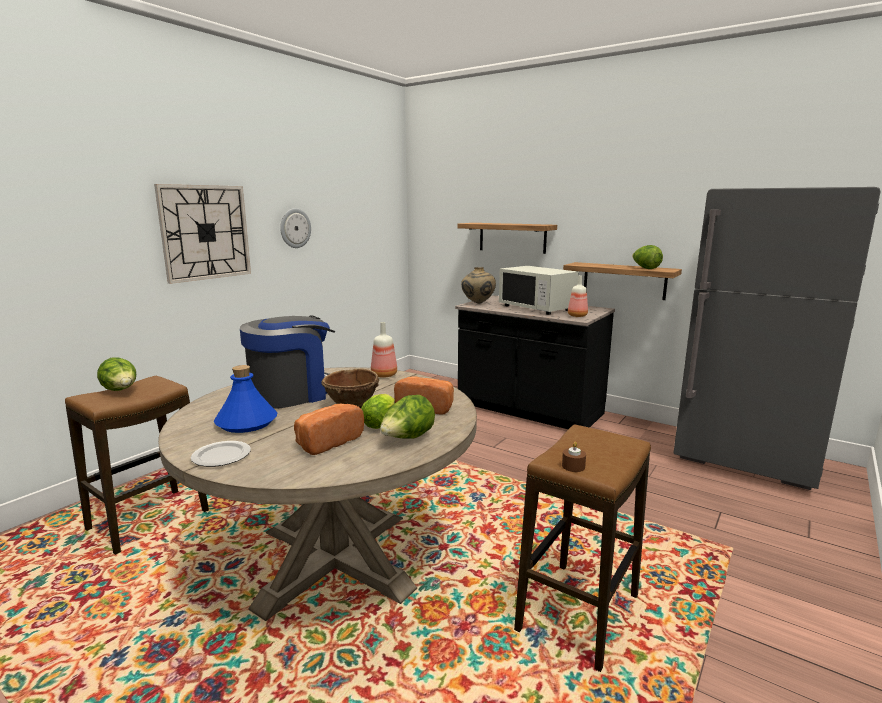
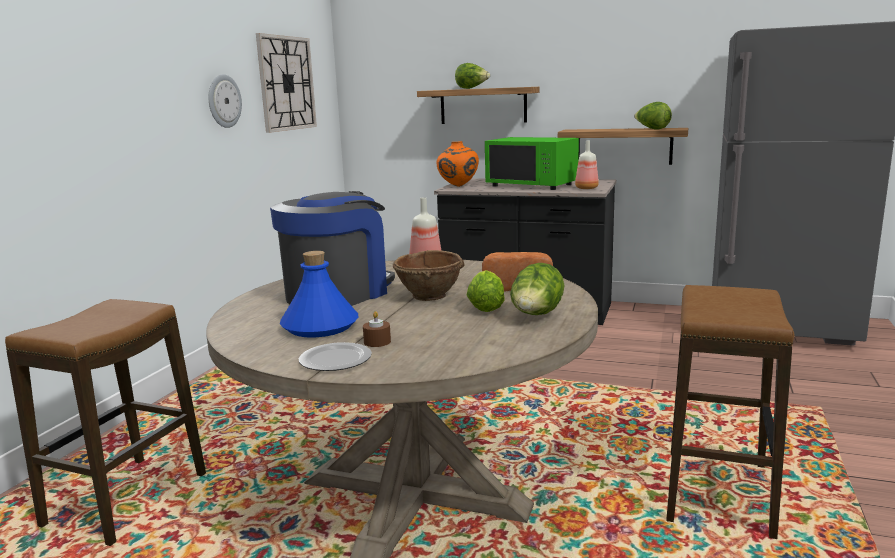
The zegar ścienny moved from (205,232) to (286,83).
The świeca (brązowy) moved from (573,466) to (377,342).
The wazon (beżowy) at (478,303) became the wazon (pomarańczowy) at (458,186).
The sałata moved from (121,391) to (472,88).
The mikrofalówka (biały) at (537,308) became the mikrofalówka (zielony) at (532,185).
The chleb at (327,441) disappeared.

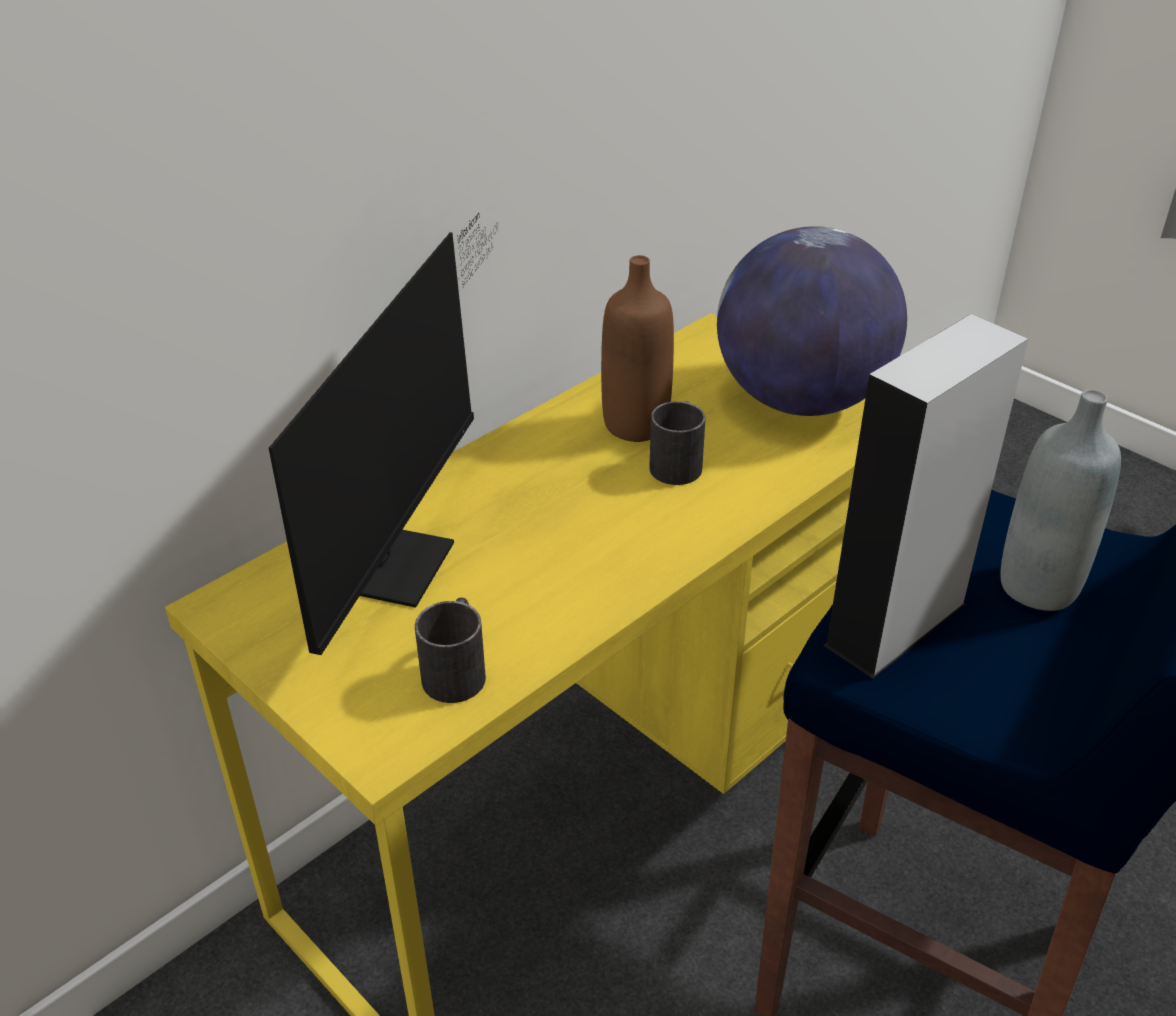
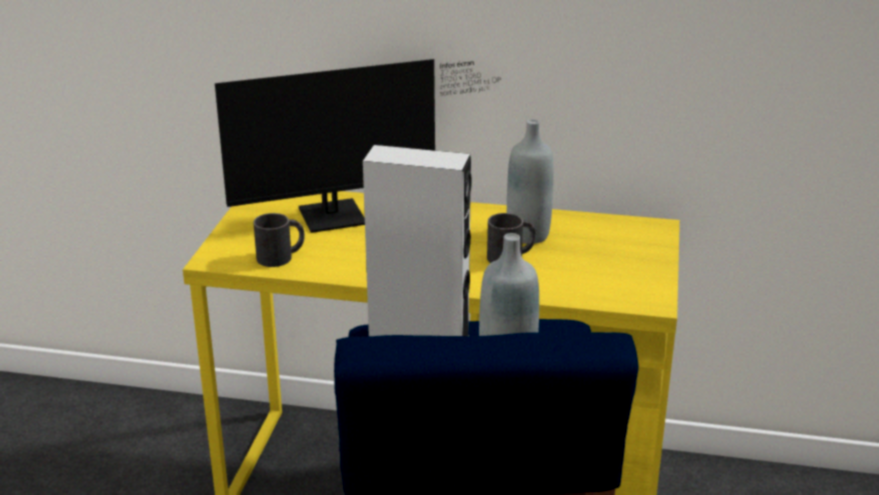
The butelka (brązowy) at (635,425) became the butelka (szary) at (528,235).
The globus at (801,400) disappeared.

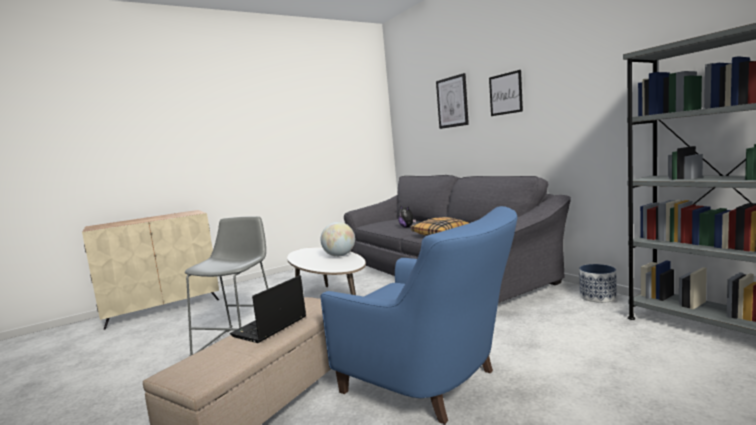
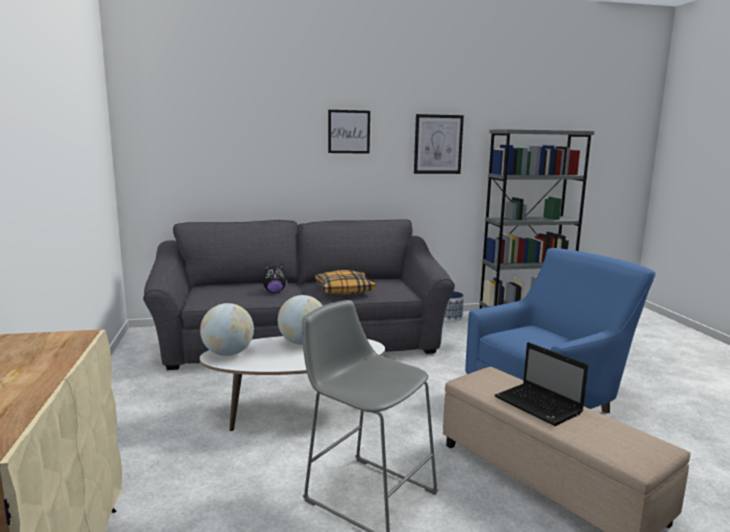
The globus at (228,353) appeared.
The obraz moved from (452,102) to (438,144).

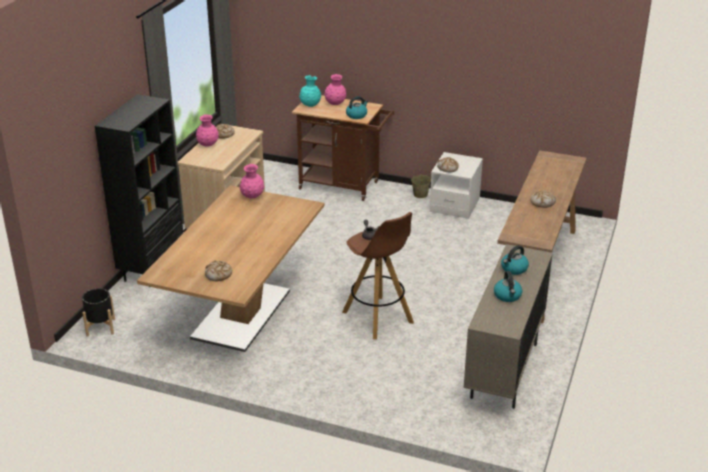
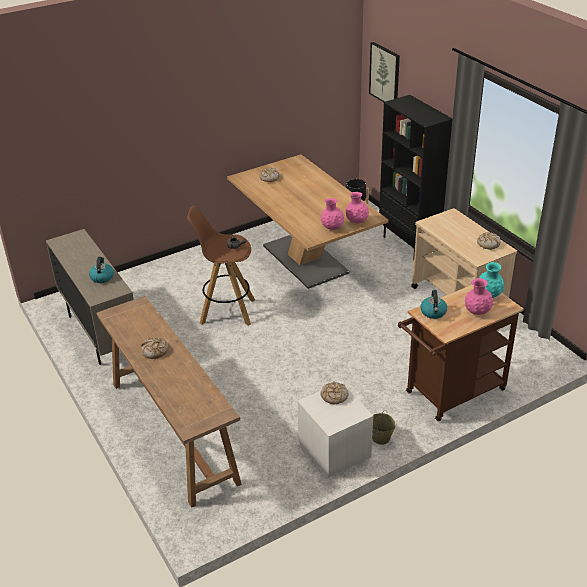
The wazon (różowy) moved from (208,145) to (332,228).
The obraz at (385,74) appeared.
The czajnik at (507,296) disappeared.

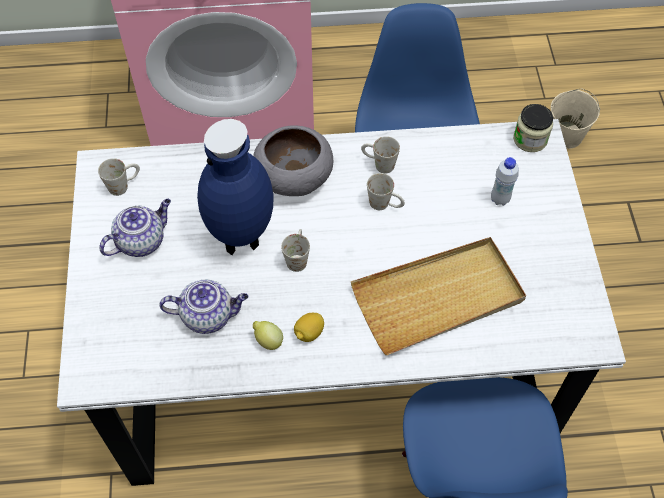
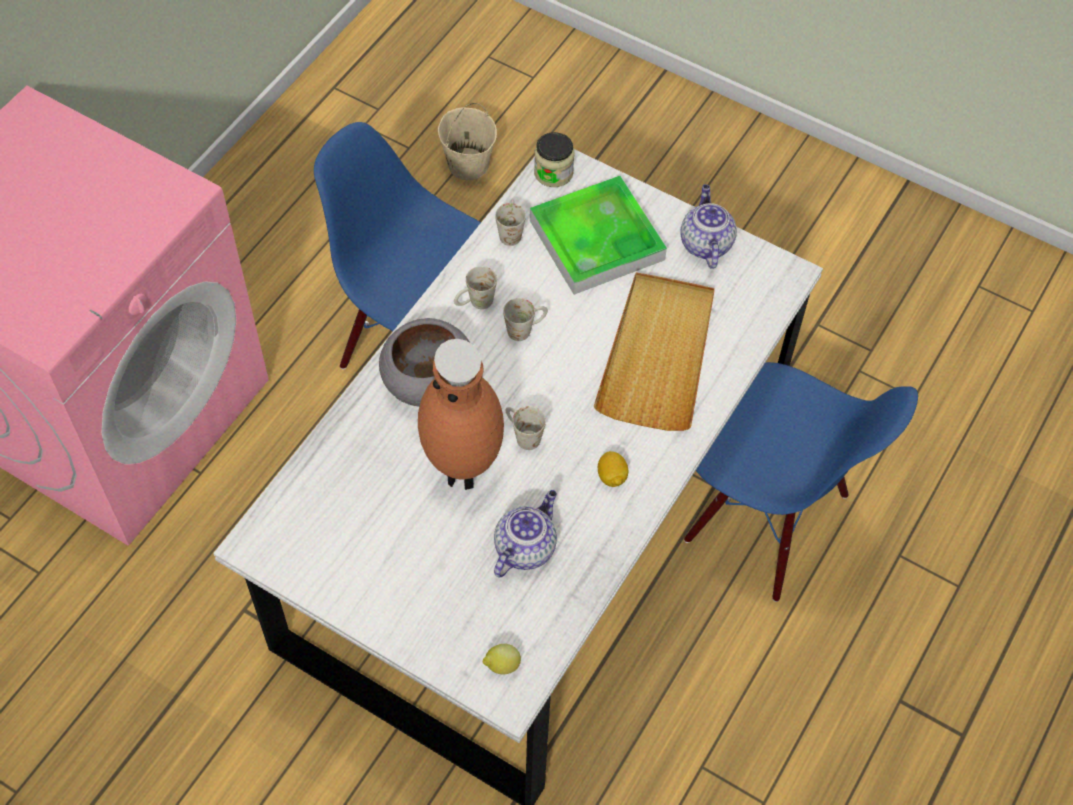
The wazon (niebieski) at (243,240) became the wazon (brązowy) at (464,468).
The cytryna moved from (268,341) to (501,666).
The kubek (biały) moved from (124,185) to (510,231).
The butelka (biały) at (499,199) was replaced by the taca at (596,240).
The imbryk moved from (141,240) to (705,243).

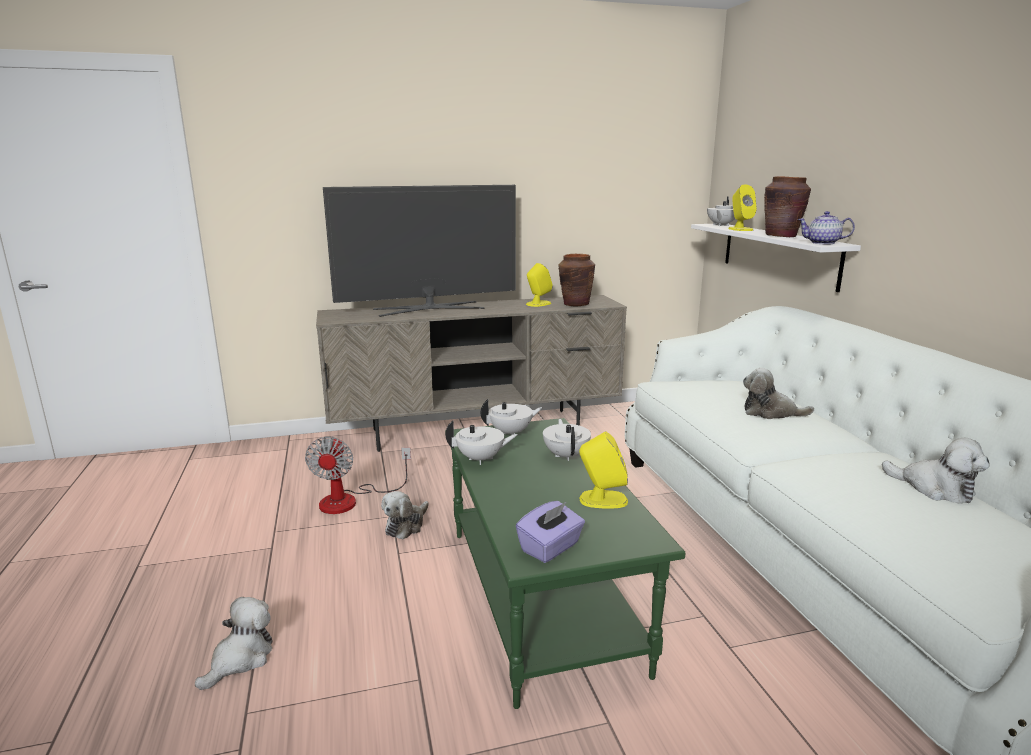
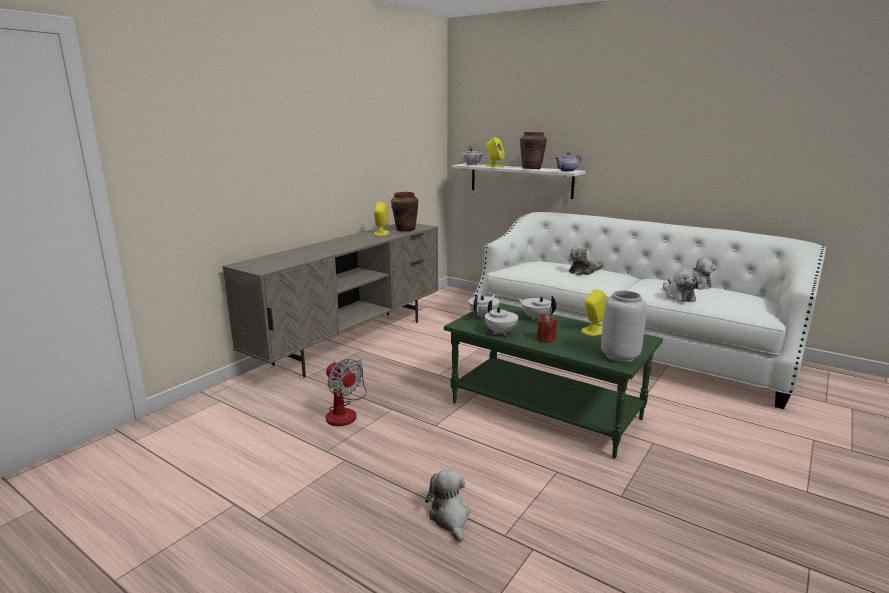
The imbryk (biały) at (481,459) turned 105 degrees clockwise.
The świeca (czerwony) at (545,339) appeared.
The pudełko chusteczek (fioletowy) at (550,548) was replaced by the wazon (szary) at (619,356).
The pluszak moved from (406,525) to (678,296).
The telewizor at (429,308) disappeared.

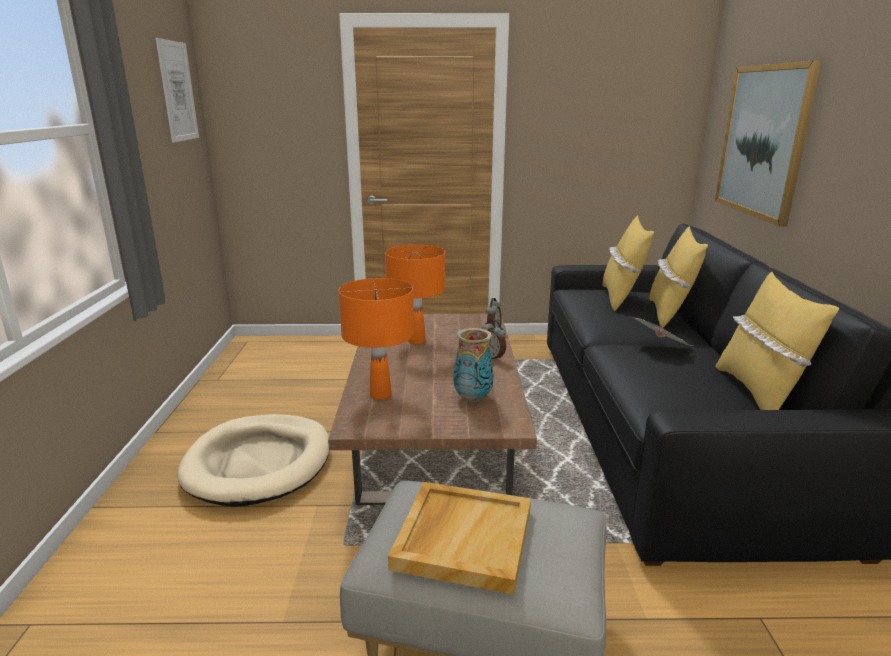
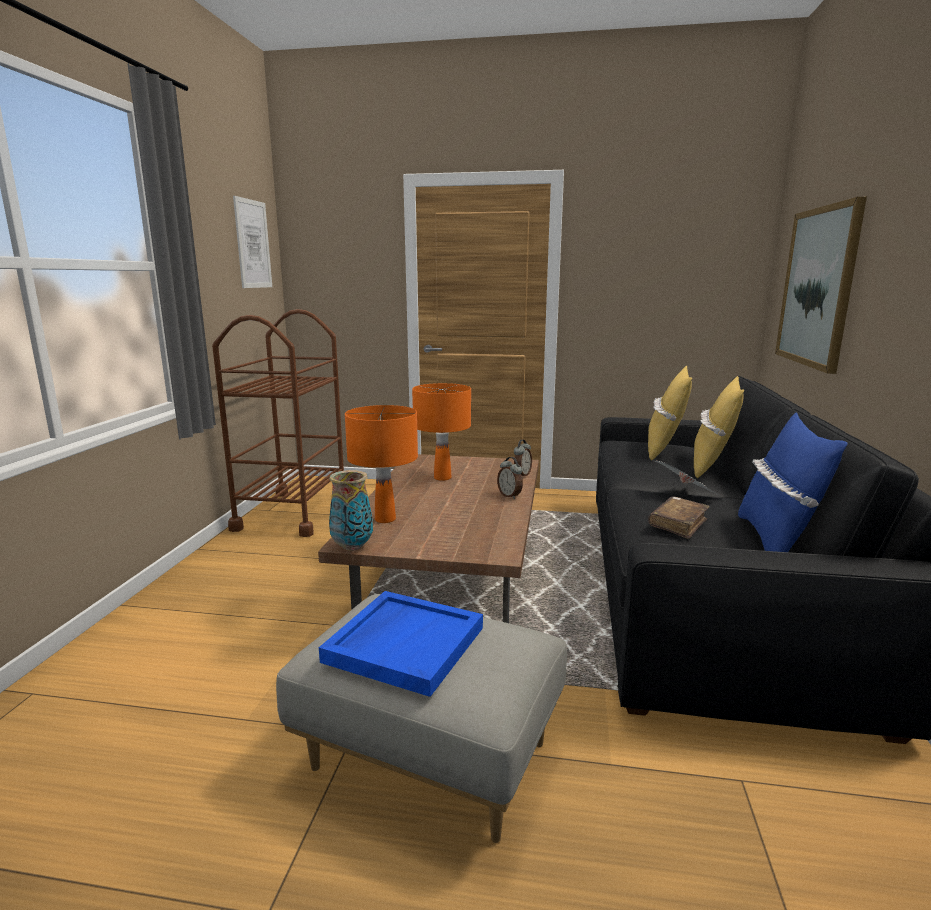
The wózek (brązowy) at (293,513) appeared.
The taca (beżowy) at (463,537) became the taca (niebieski) at (404,643).
The wazon moved from (473,398) to (352,547).
The książka (brązowy) at (678,524) appeared.
The poduszka (żółty) at (758,392) became the poduszka (niebieski) at (776,540).
The legowisko (beżowy) at (259,463) disappeared.

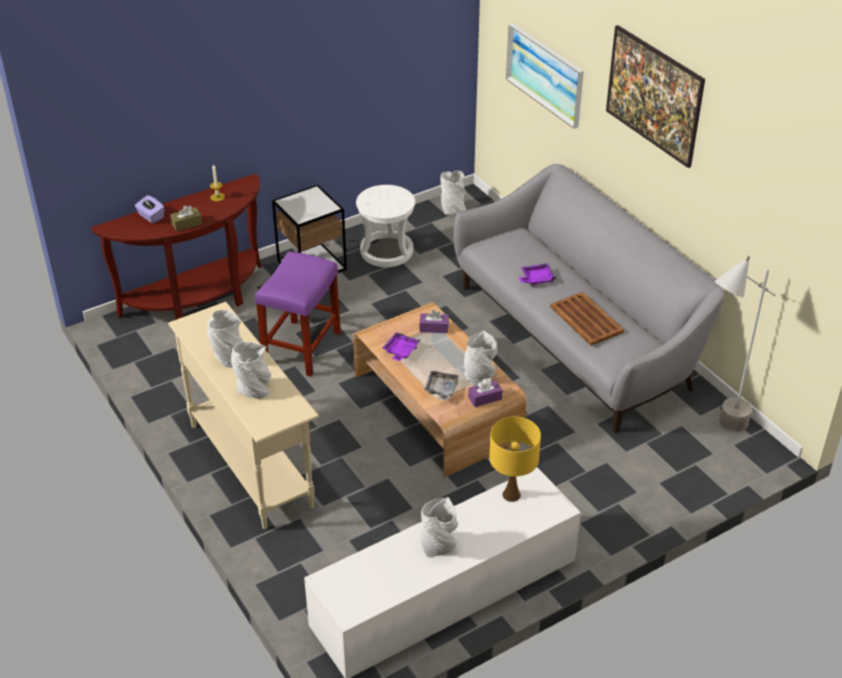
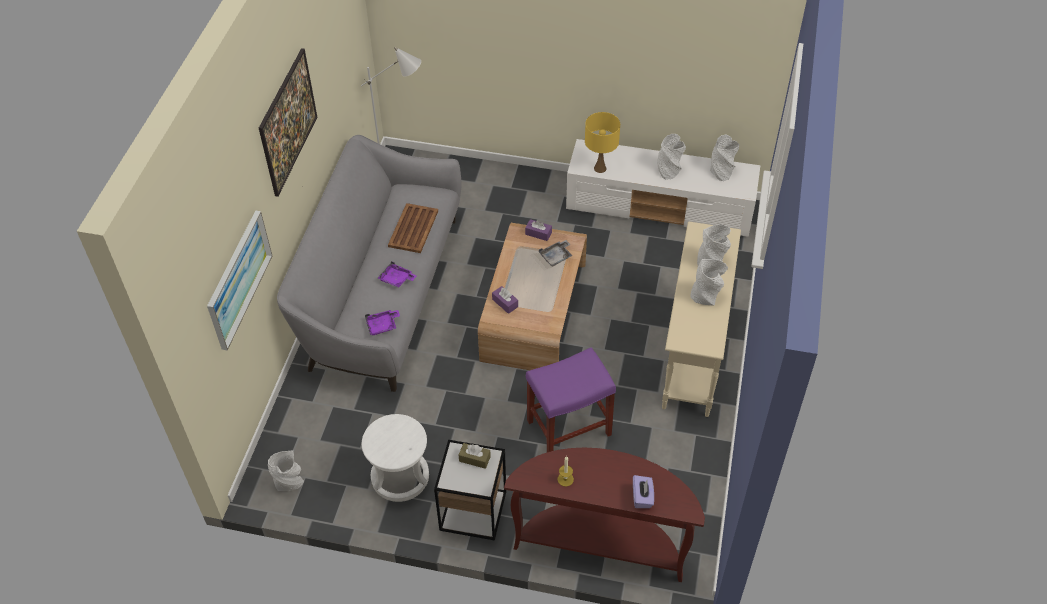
The taca (fioletowy) moved from (400,351) to (382,325).
The pudełko chusteczek (brązowy) moved from (187,224) to (474,459).
The wazon (szary) moved from (480,376) to (721,171).

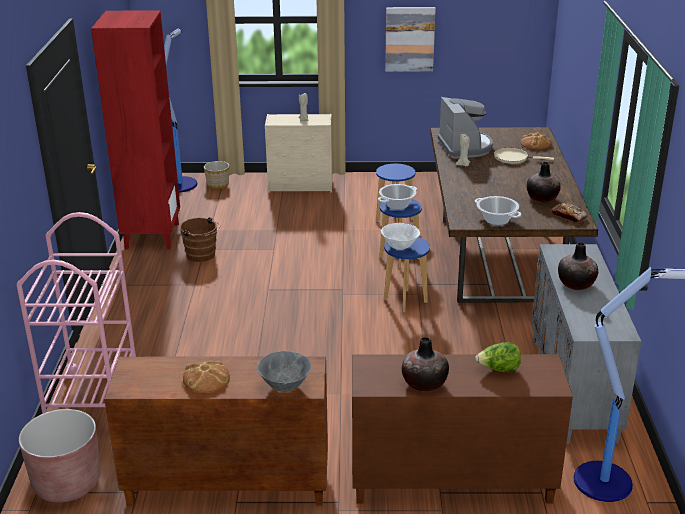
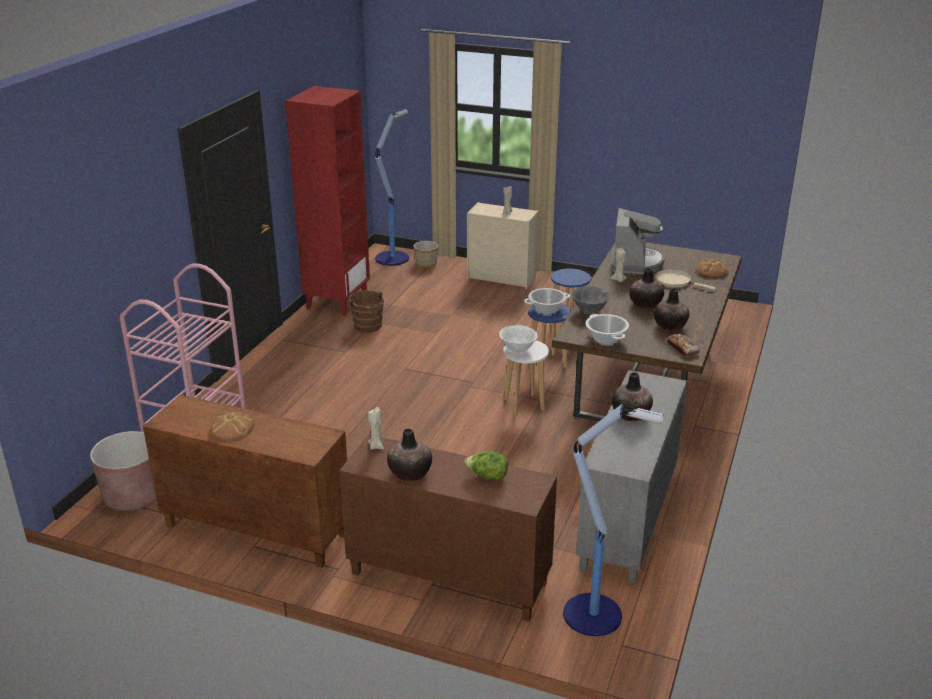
The świeca (beżowy) at (376,446) appeared.
The stołek (niebieski) at (405,301) became the stołek (biały) at (524,405).
The miska (szary) moved from (285,387) to (590,311).
The wazon at (645,304) appeared.
The obraz at (409,39) disappeared.

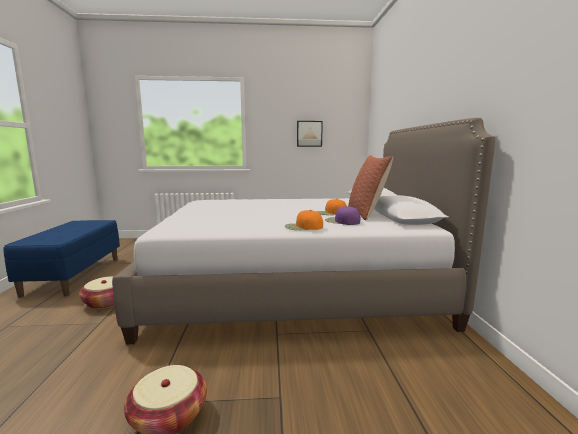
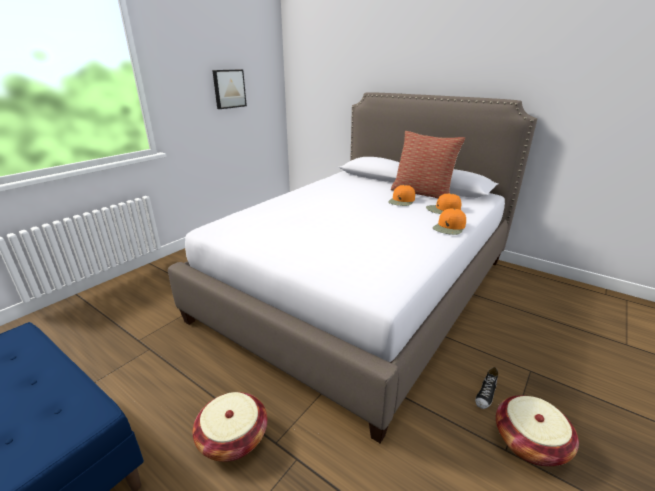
The czapka z daszkiem (fioletowy) at (342,221) became the czapka z daszkiem (pomarańczowy) at (443,209).
The but at (485,395) appeared.

